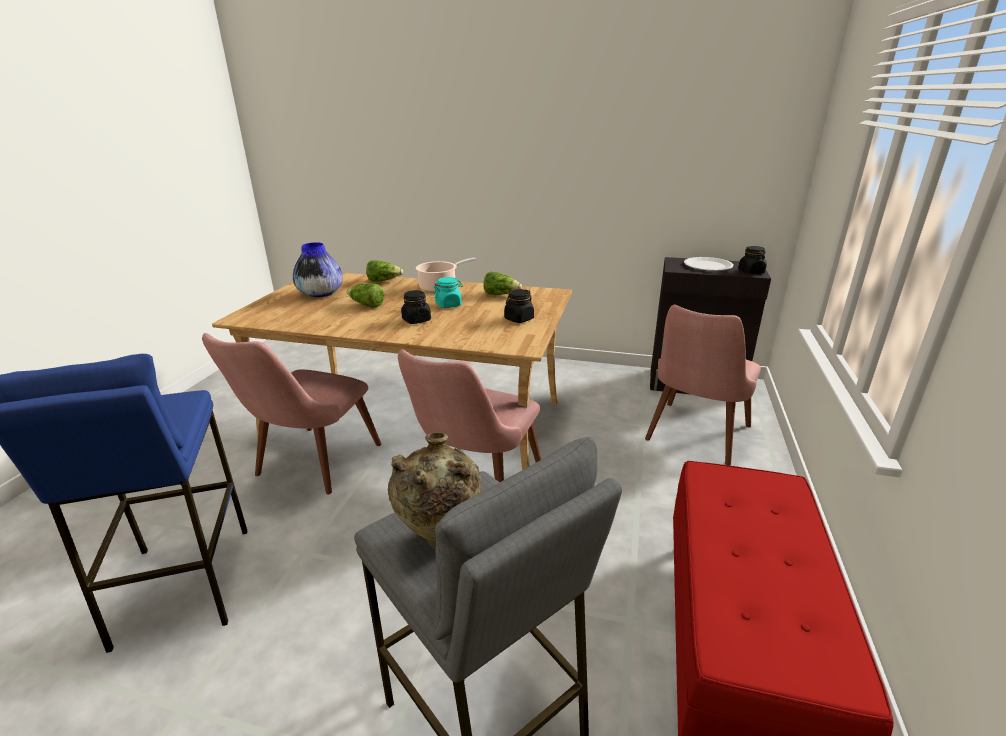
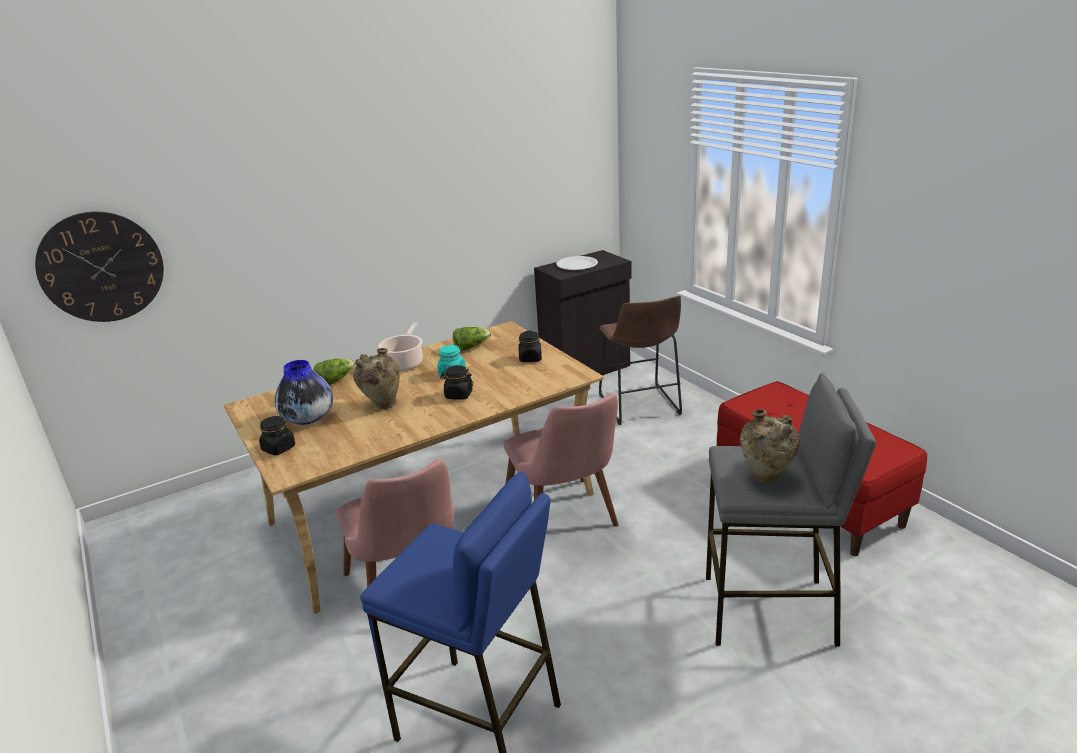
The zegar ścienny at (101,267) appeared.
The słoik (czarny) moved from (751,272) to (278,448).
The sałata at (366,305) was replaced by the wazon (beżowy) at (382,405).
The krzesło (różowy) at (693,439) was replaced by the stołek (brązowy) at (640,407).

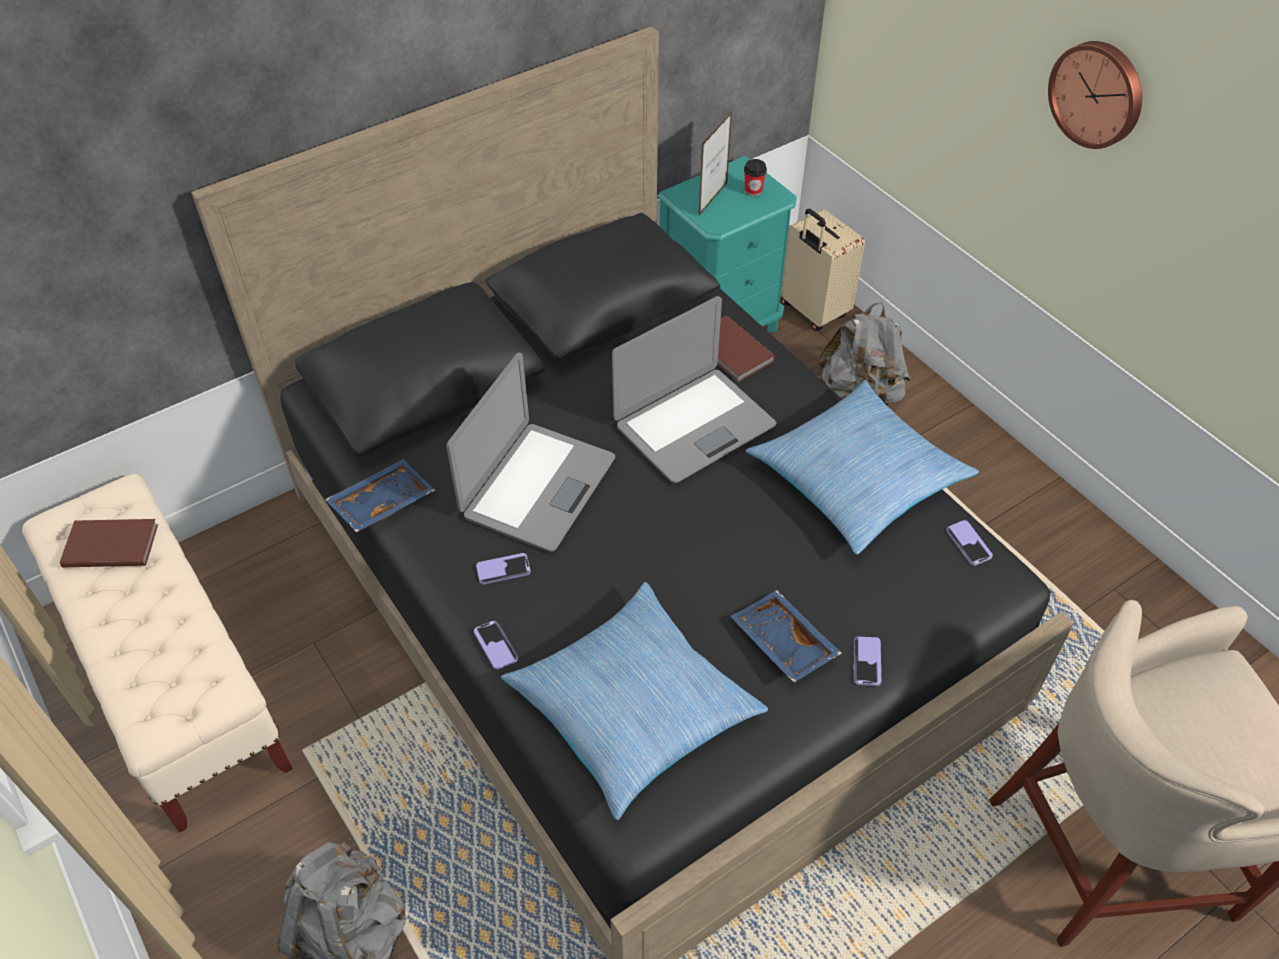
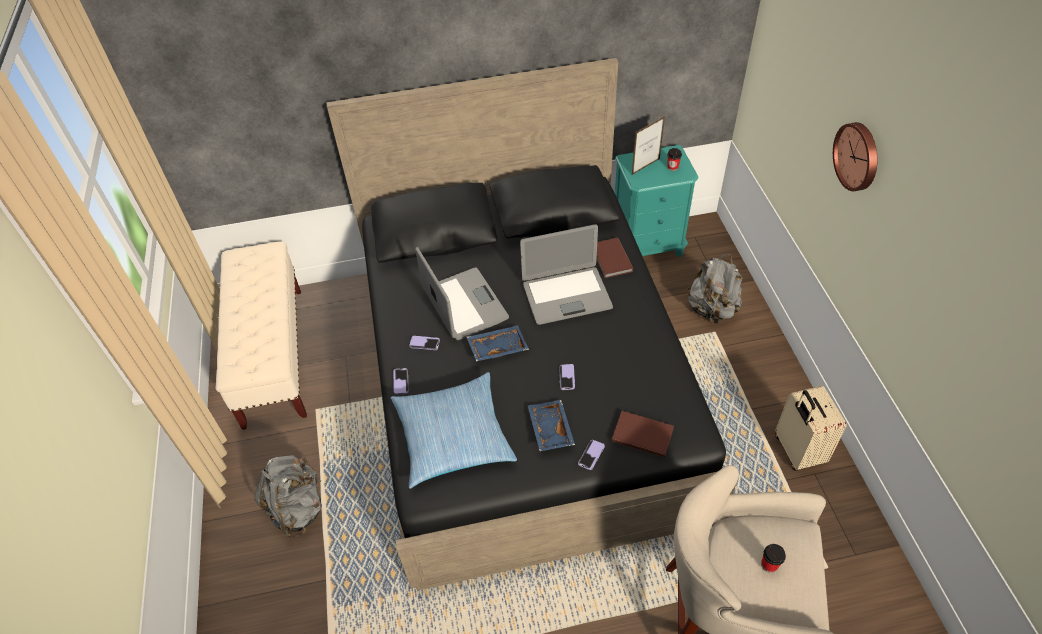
The laptop at (537,487) turned 75 degrees counterclockwise.
The taca (niebieski) moved from (381,502) to (497,347).
The telefon moved from (968,544) to (567,377).
The książka (brązowy) moved from (110,544) to (642,434).
The filiżanka at (769,565) appeared.
The walizka (beżowy) moved from (812,311) to (797,451).
The poduszka at (857,477) disappeared.

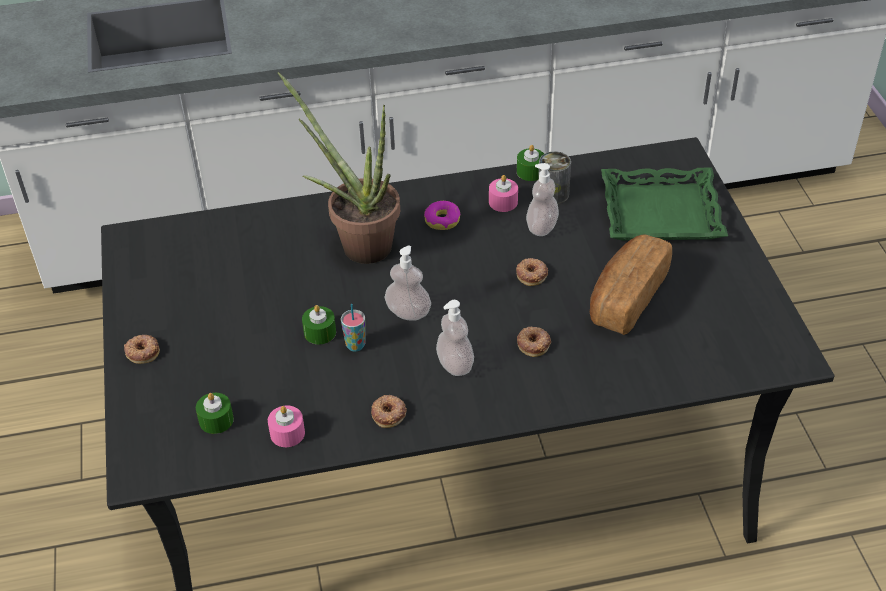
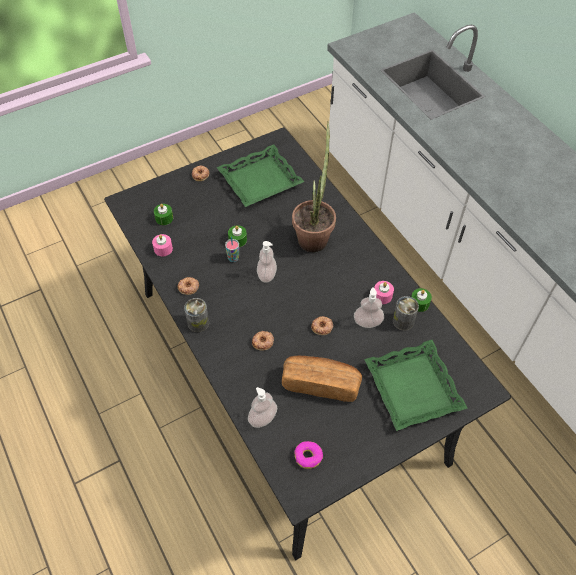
The puszka at (198,323) appeared.
The taca (zielony) at (260,181) appeared.
The dozownik mydła moved from (455,365) to (262,418).
The donut moved from (442,220) to (308,456).

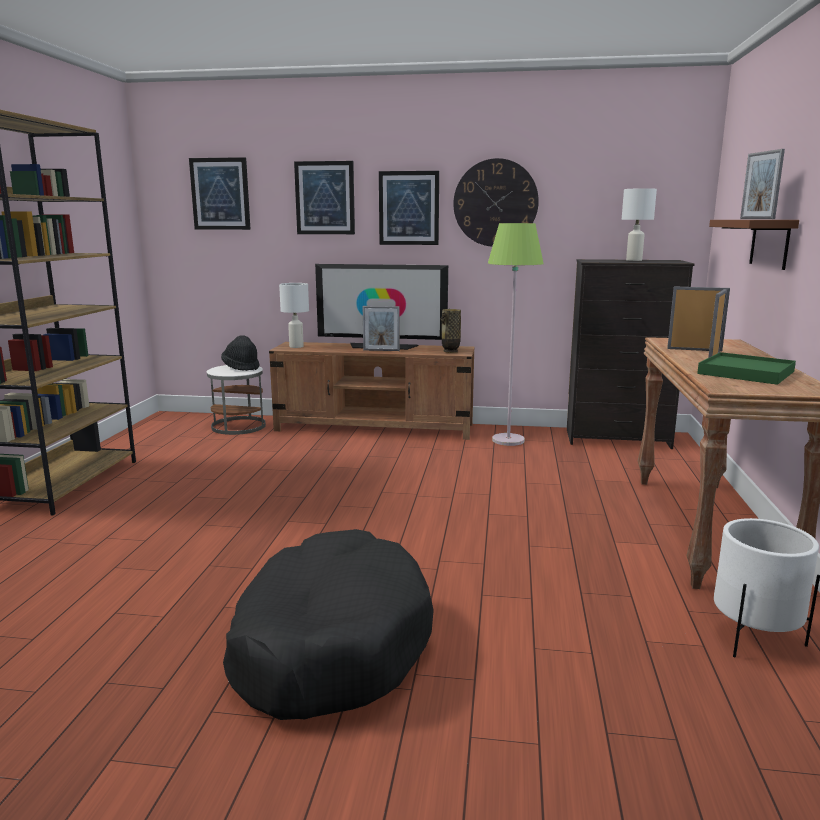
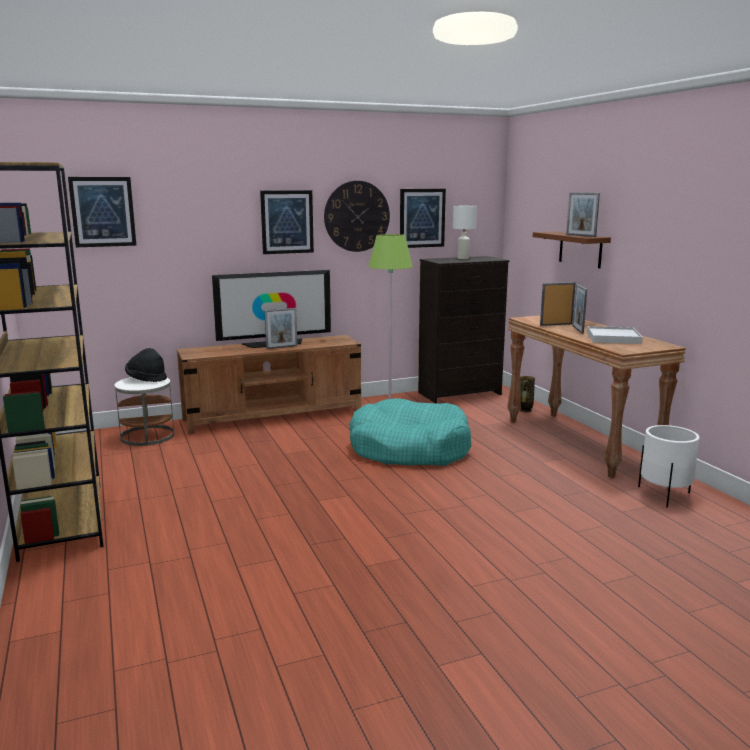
The legowisko (turkusowy) at (409,449) appeared.
The obraz moved from (325,198) to (422,218).
The wazon moved from (450,351) to (525,410).
The taca (zielony) at (746,372) became the taca (biały) at (613,338).
The legowisko (czarny) at (329,644) disappeared.
The lampa stołowa (biały) at (297,346) disappeared.

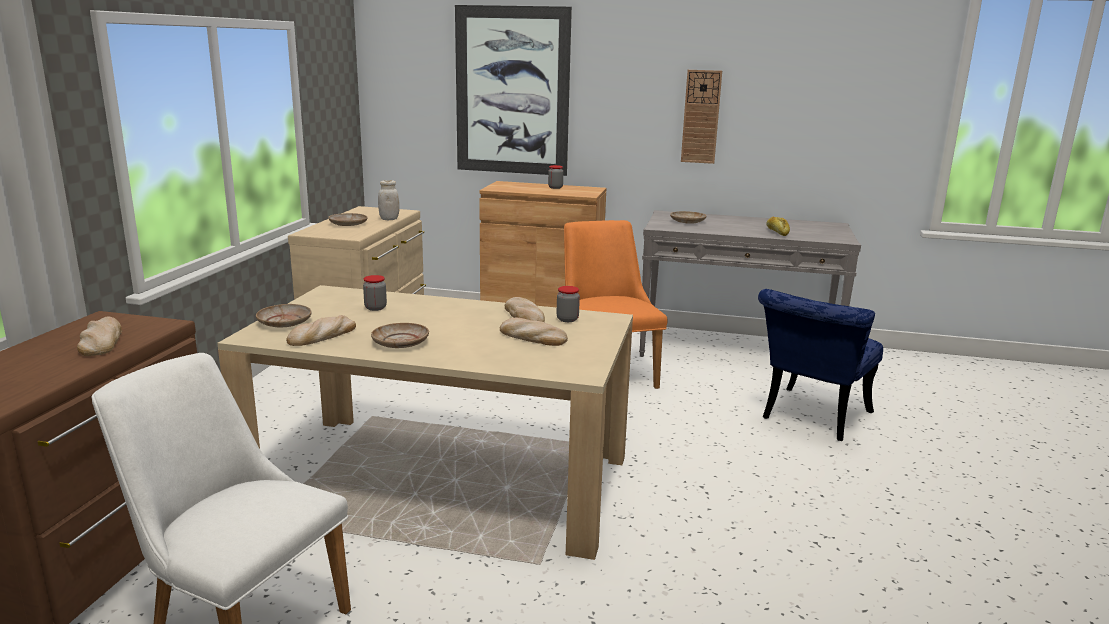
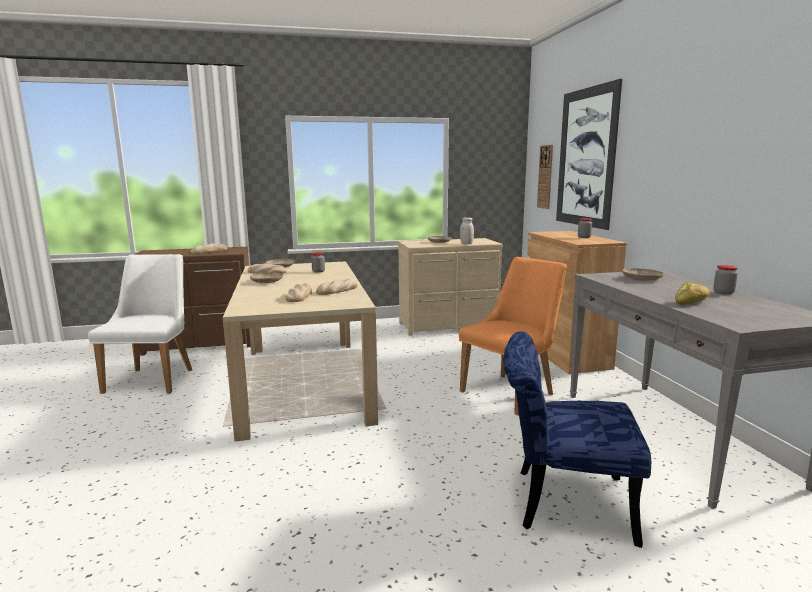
The zegar ścienny moved from (701,117) to (545,177).
The słoik moved from (567,319) to (723,292).

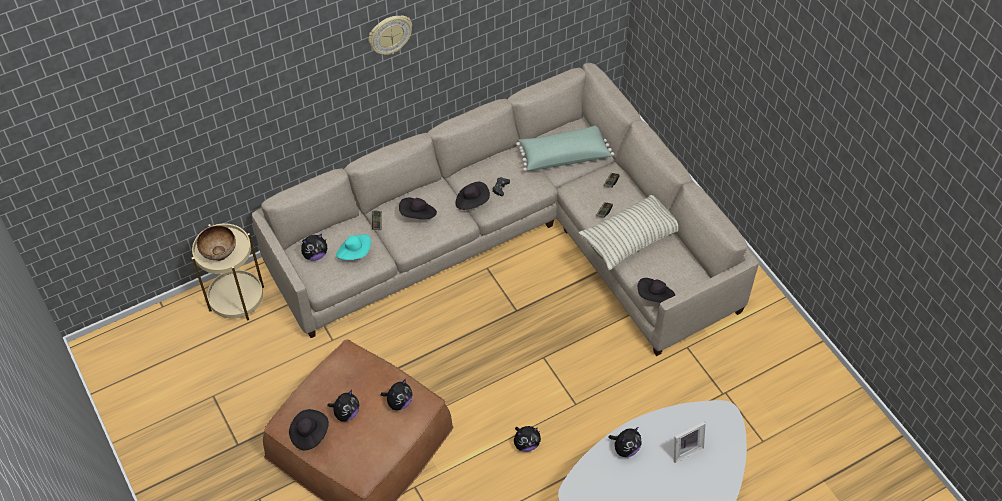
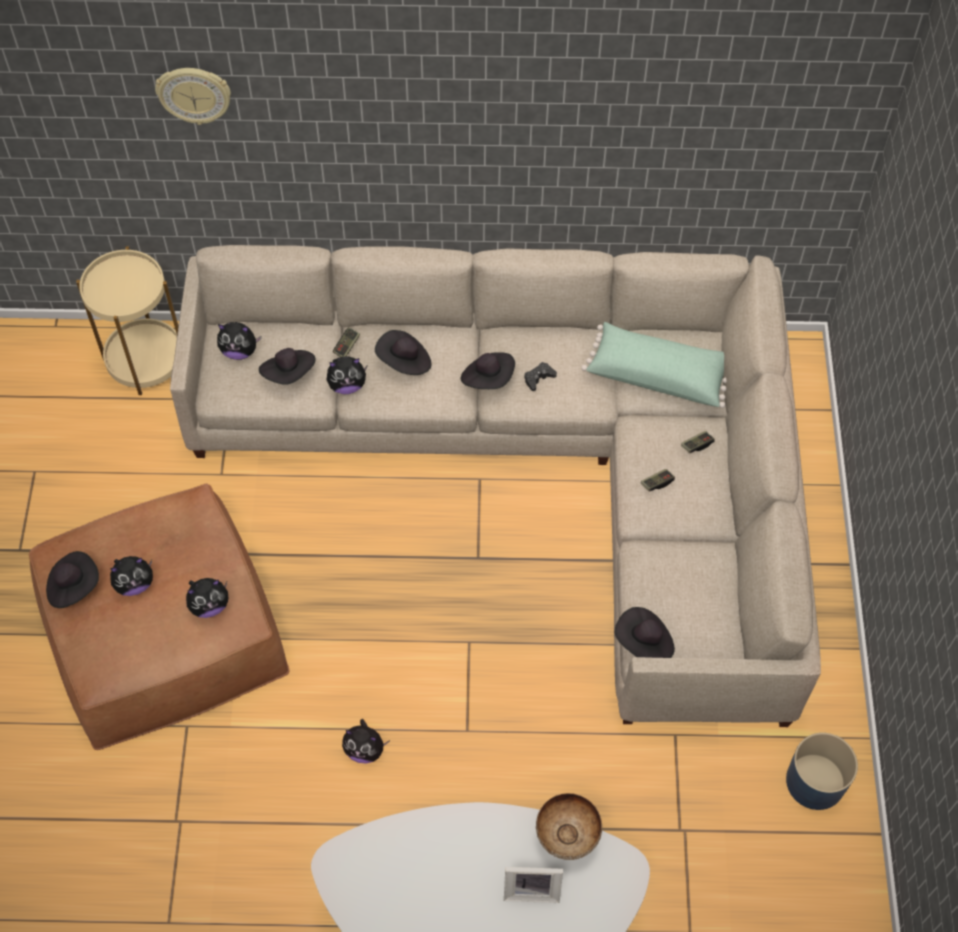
The zegar ścienny moved from (389,34) to (194,94).
The kapelusz (turkusowy) at (355,253) became the kapelusz (czarny) at (289,374).
The pluszak moved from (625,448) to (347,385).
The miska moved from (220,253) to (568,836).
The donica (niebieski) at (815,781) appeared.
The poduszka at (631,238) disappeared.

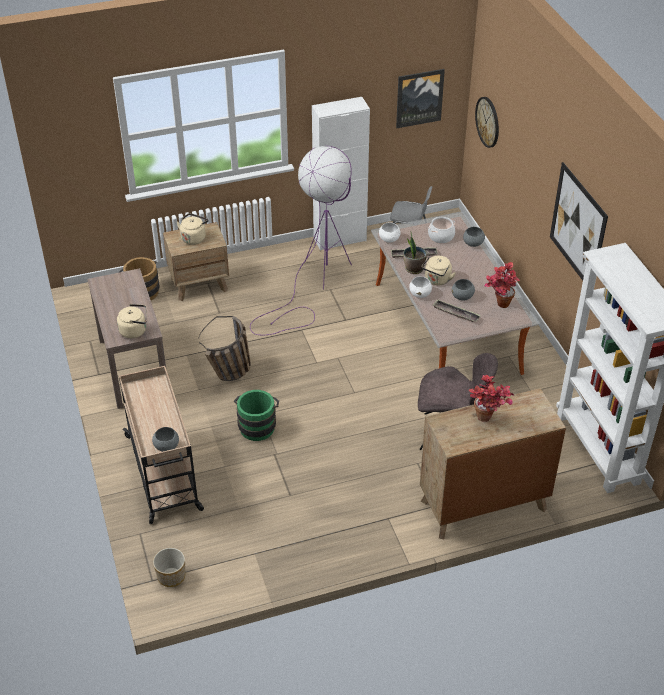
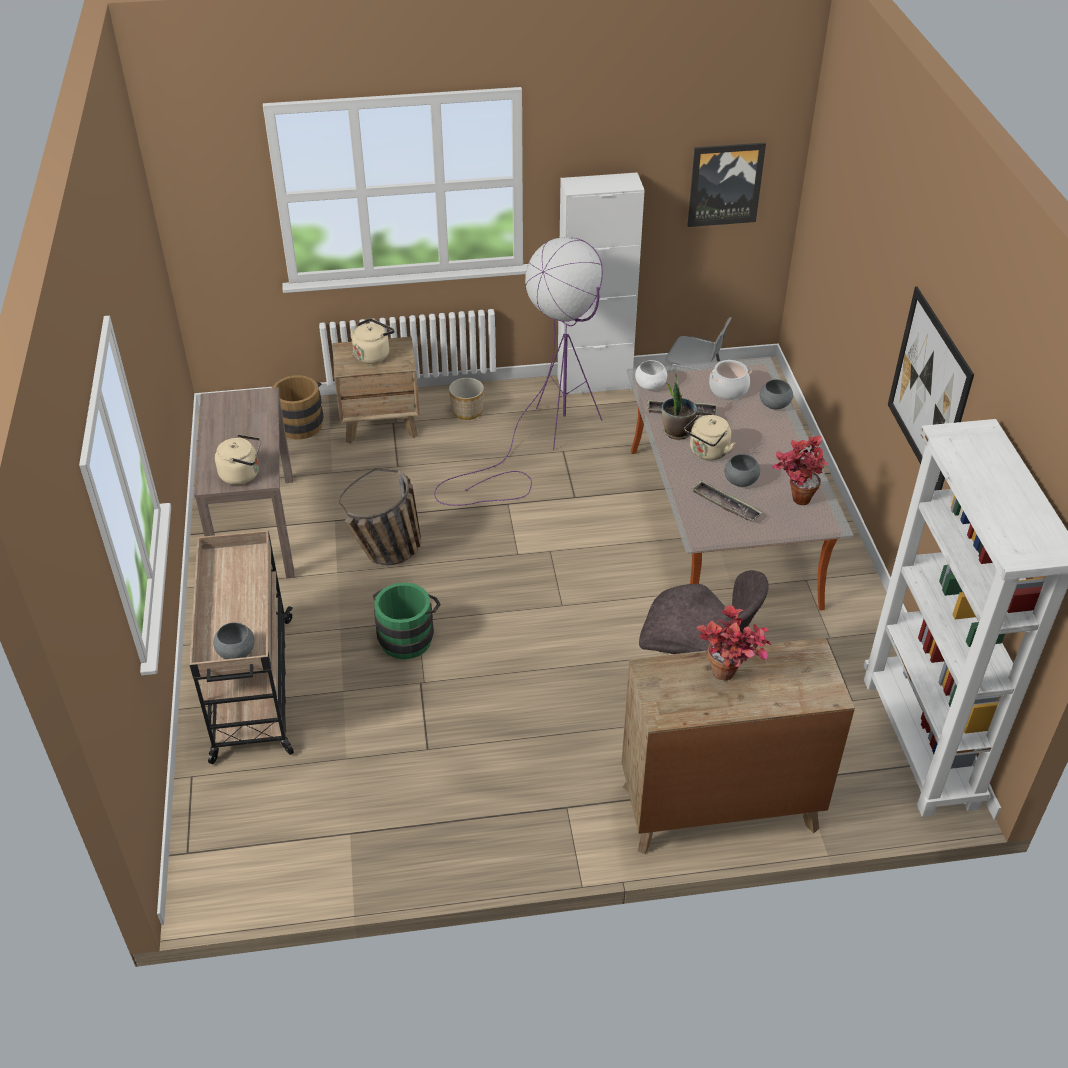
The donica moved from (171,576) to (467,411).
The miska (biały) at (420,294) disappeared.
The zegar ścienny at (488,122) disappeared.

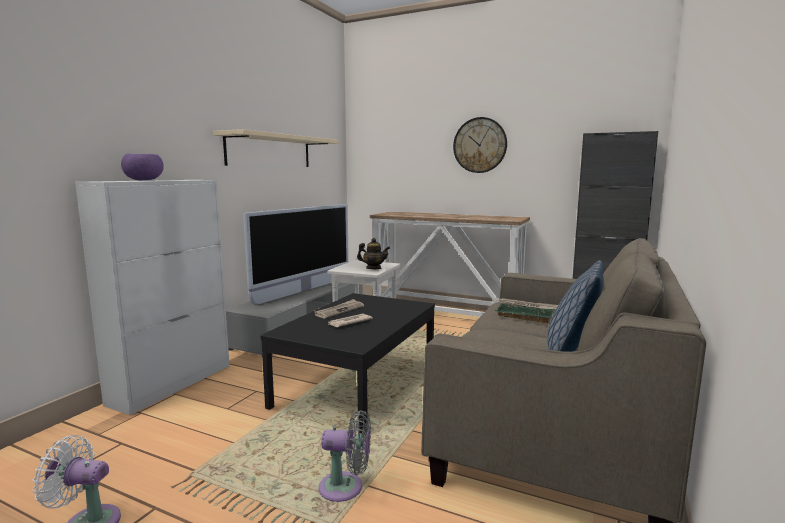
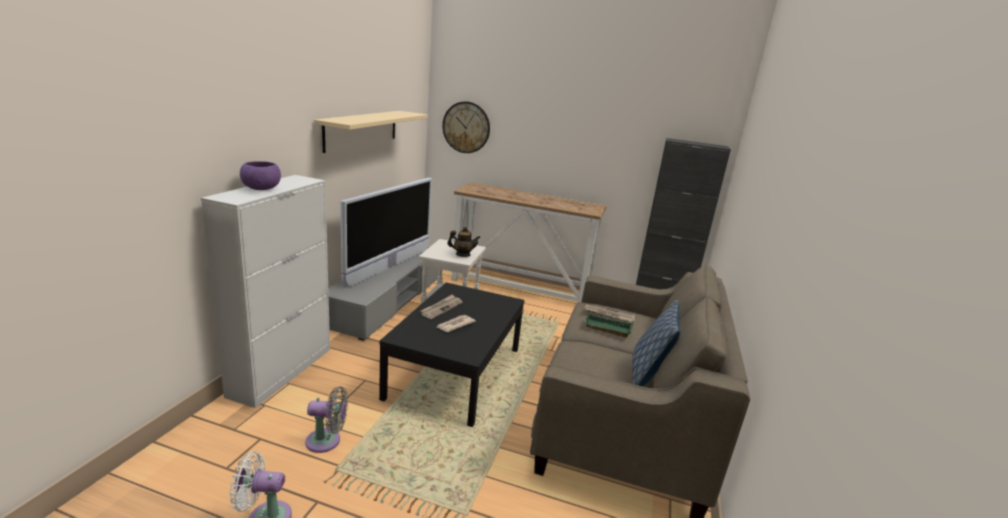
The wentylator (szary) moved from (346,488) to (327,441).
The zegar ścienny moved from (480,145) to (466,127).

